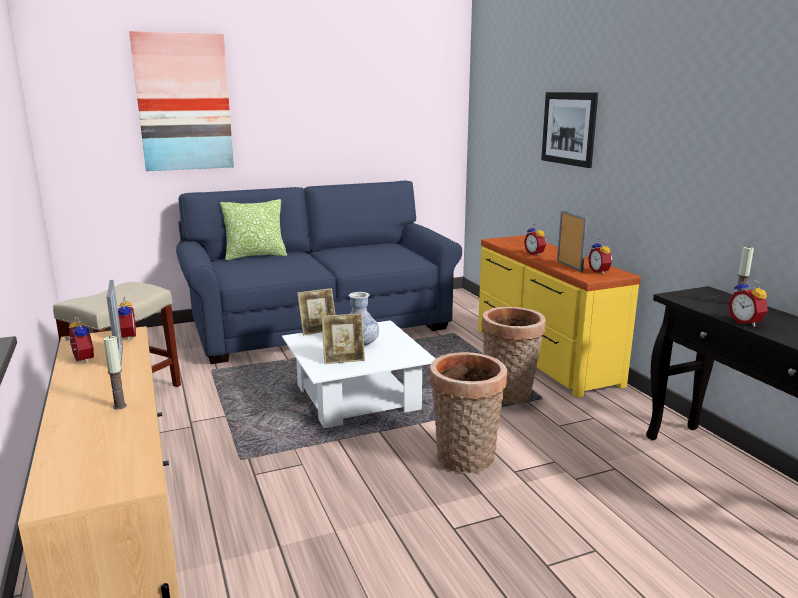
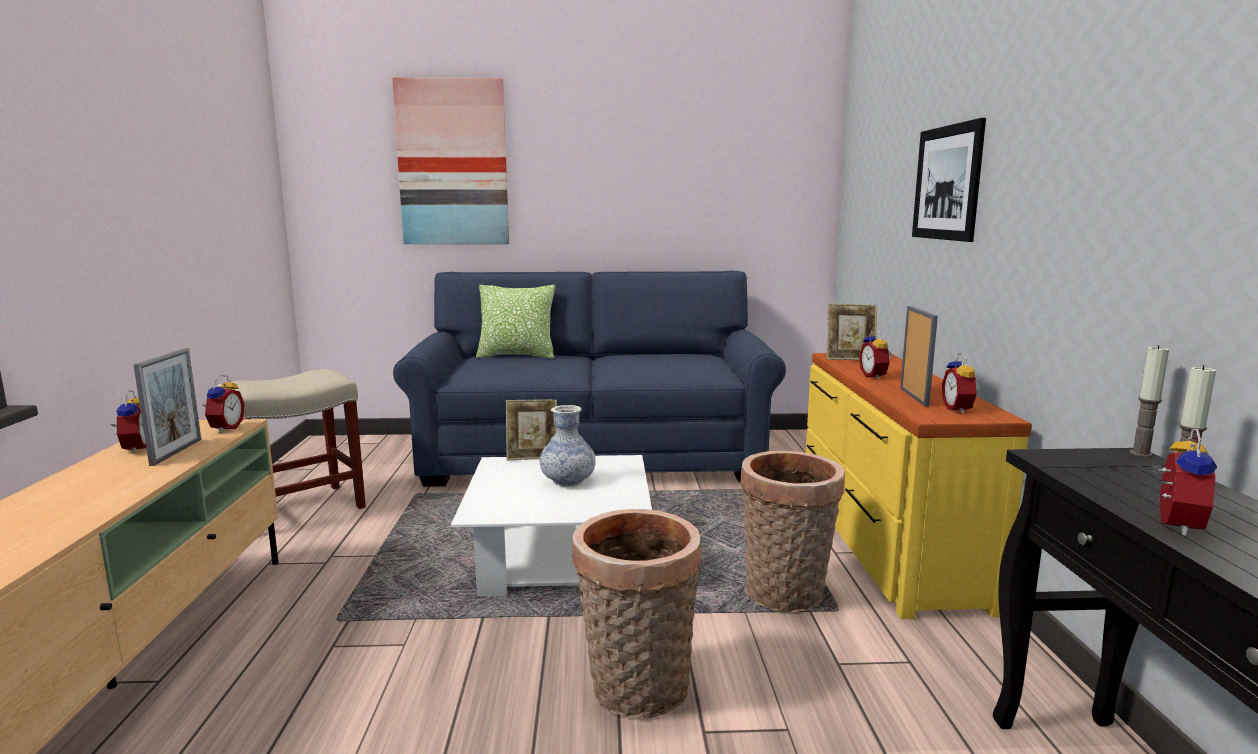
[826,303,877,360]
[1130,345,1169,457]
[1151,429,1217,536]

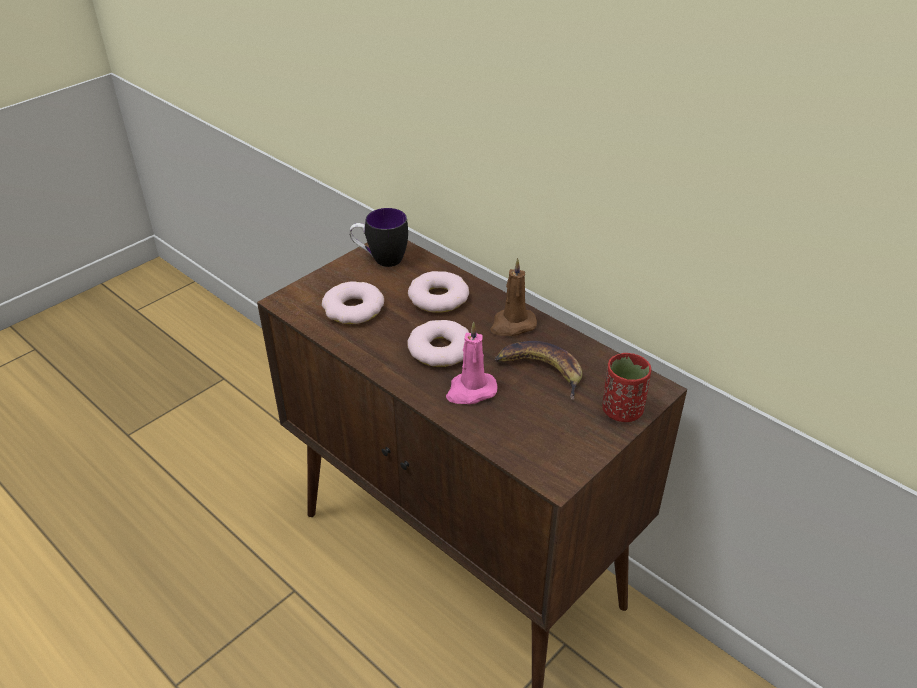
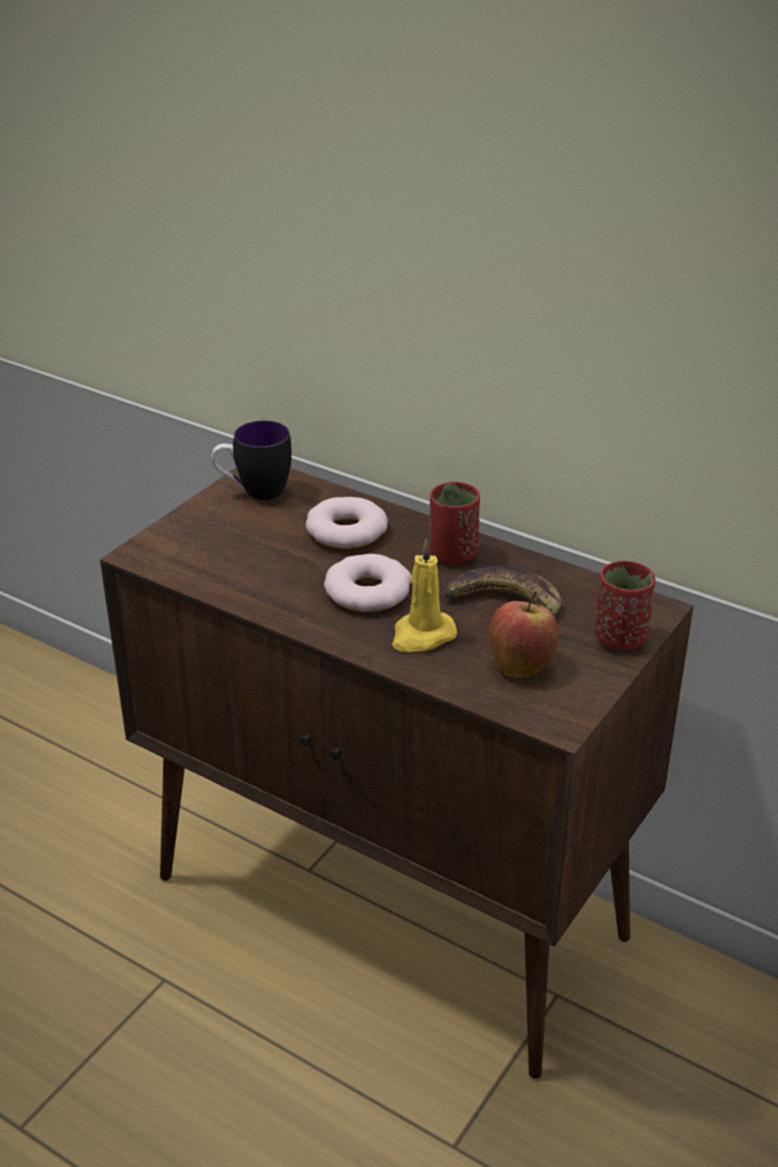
[392,538,457,652]
[429,482,480,564]
[489,592,559,678]
[322,282,384,324] (first image)

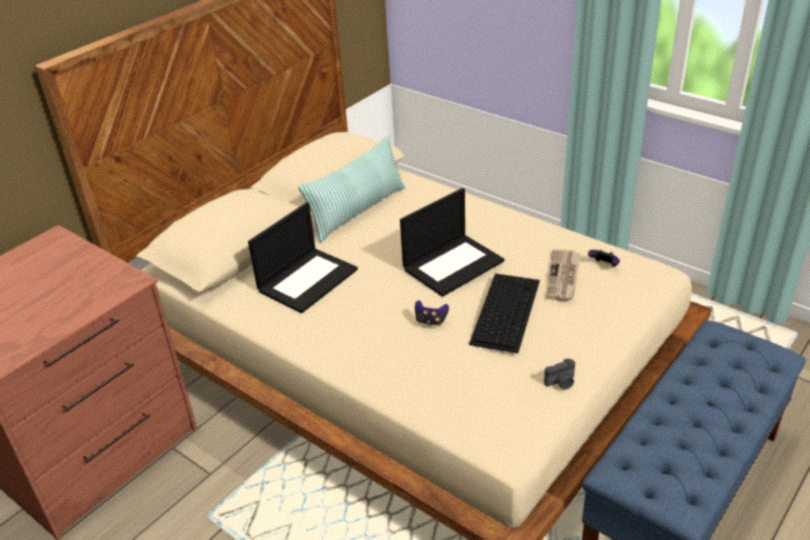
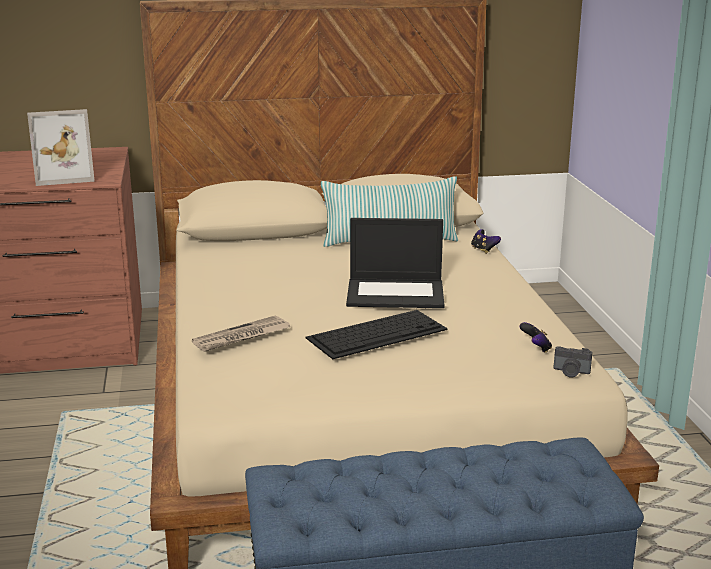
[27,109,95,186]
[192,315,290,352]
[471,229,501,254]
[554,347,592,377]
[248,202,358,313] (first image)

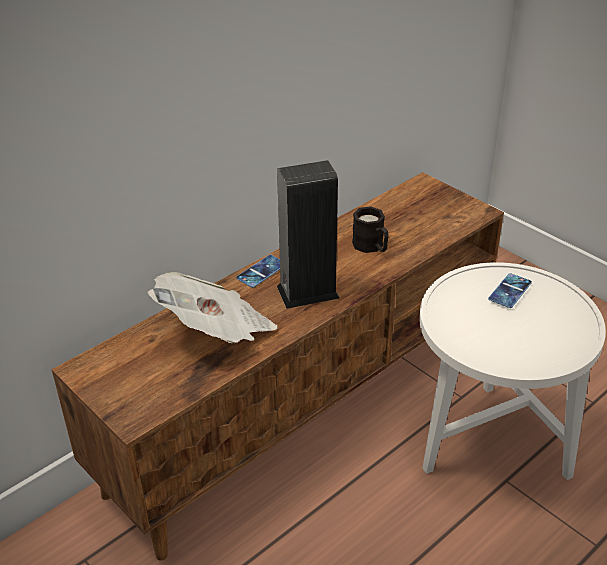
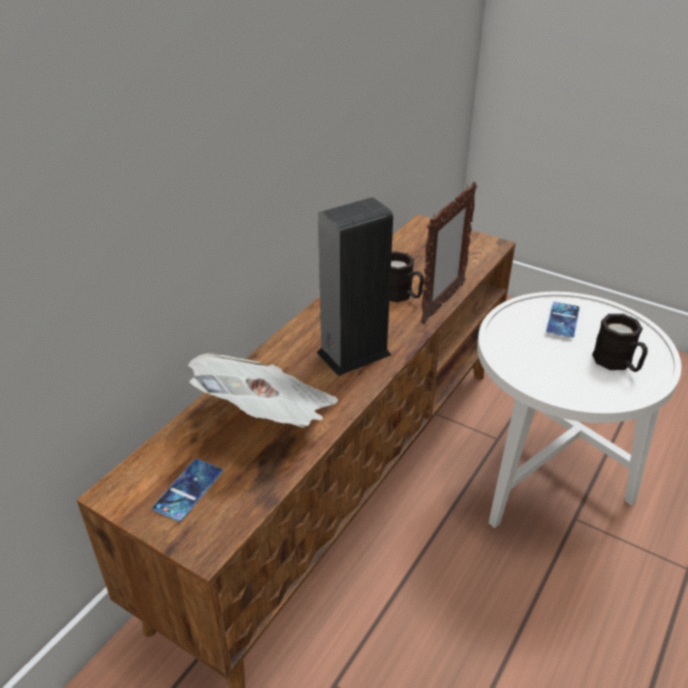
[152,459,223,522]
[421,182,477,324]
[592,314,648,372]

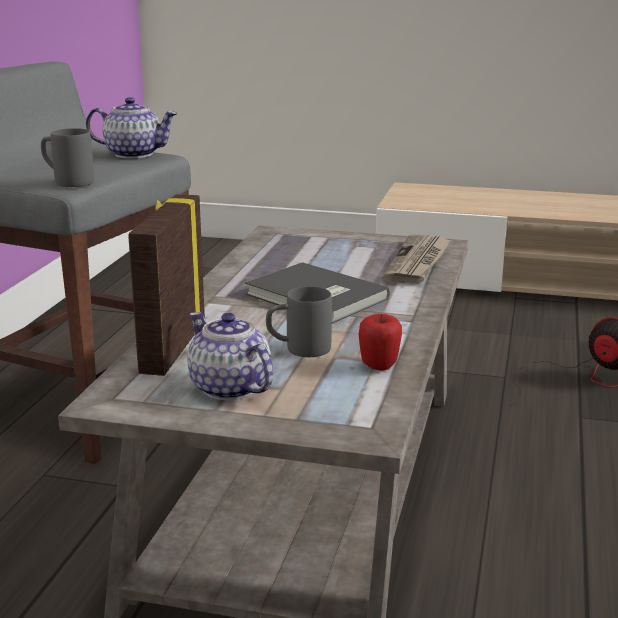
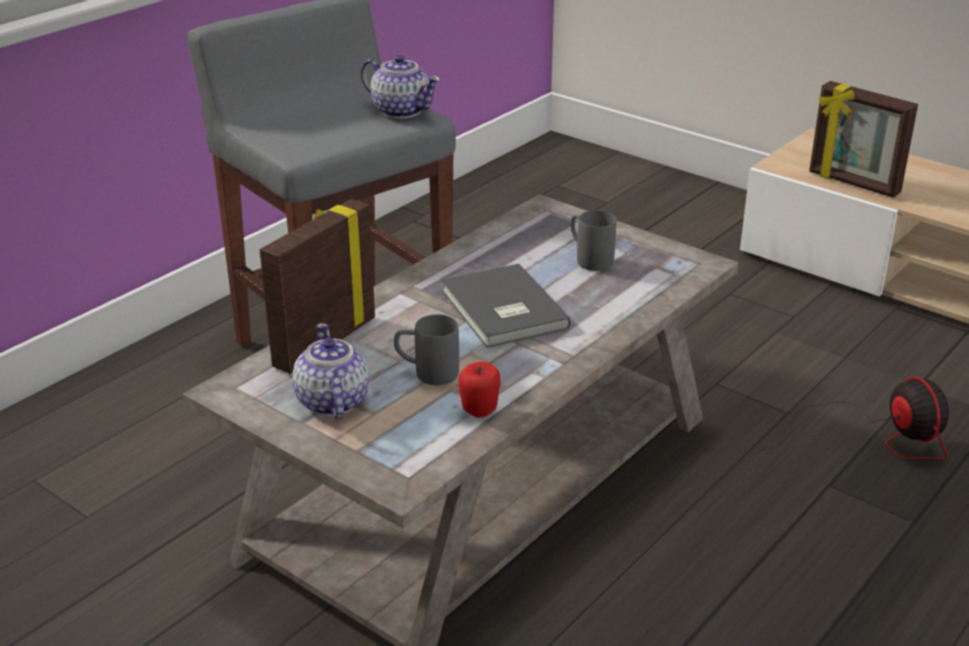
[570,210,616,271]
[809,81,918,198]
[382,234,452,284] (first image)

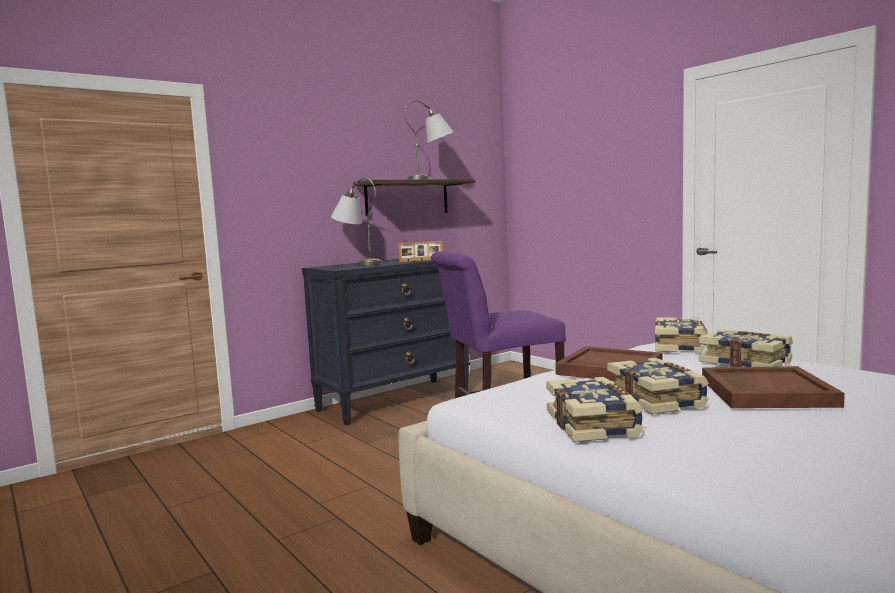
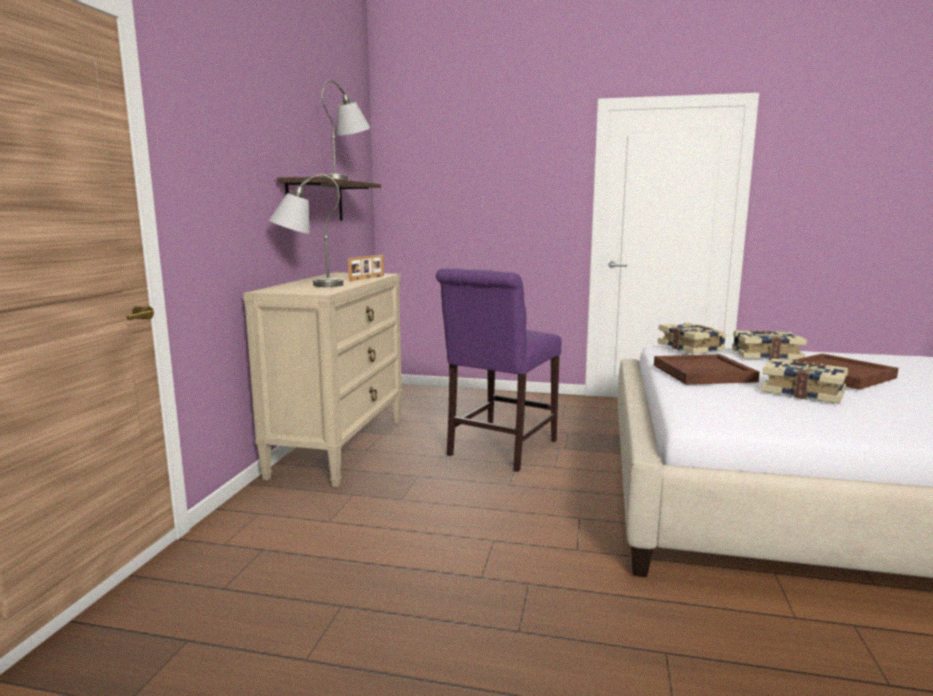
[243,272,403,487]
[546,377,644,442] (first image)

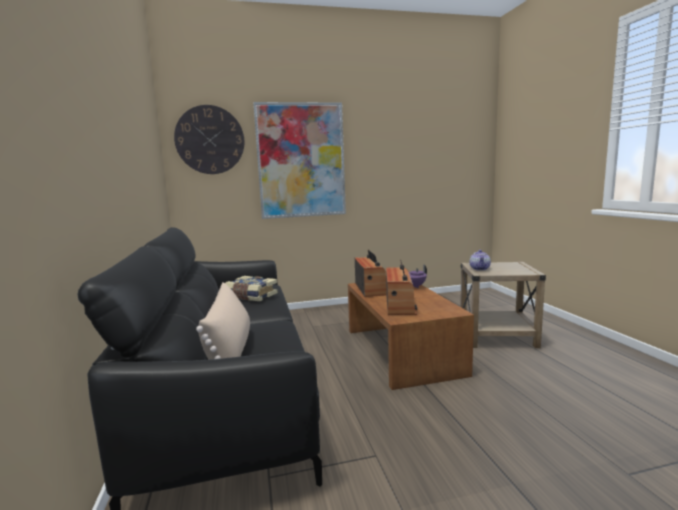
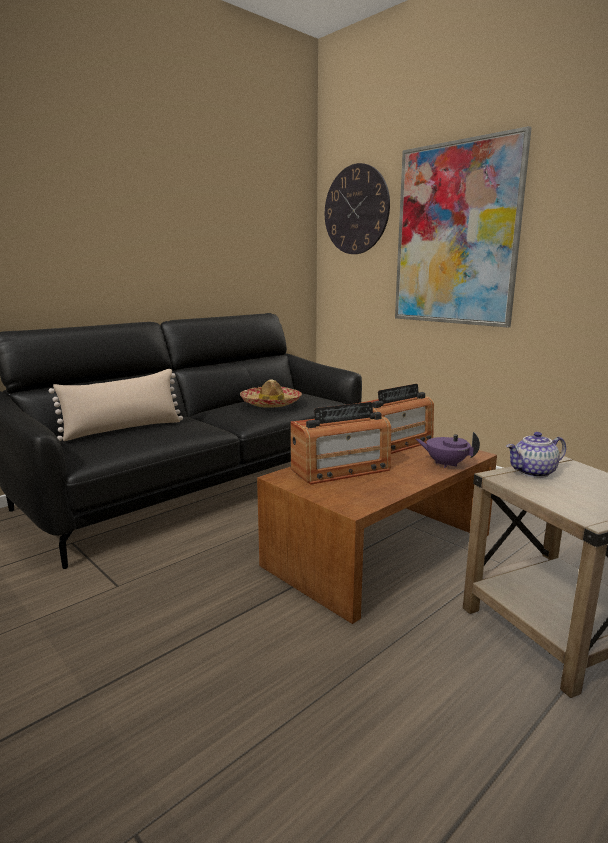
[240,379,302,408]

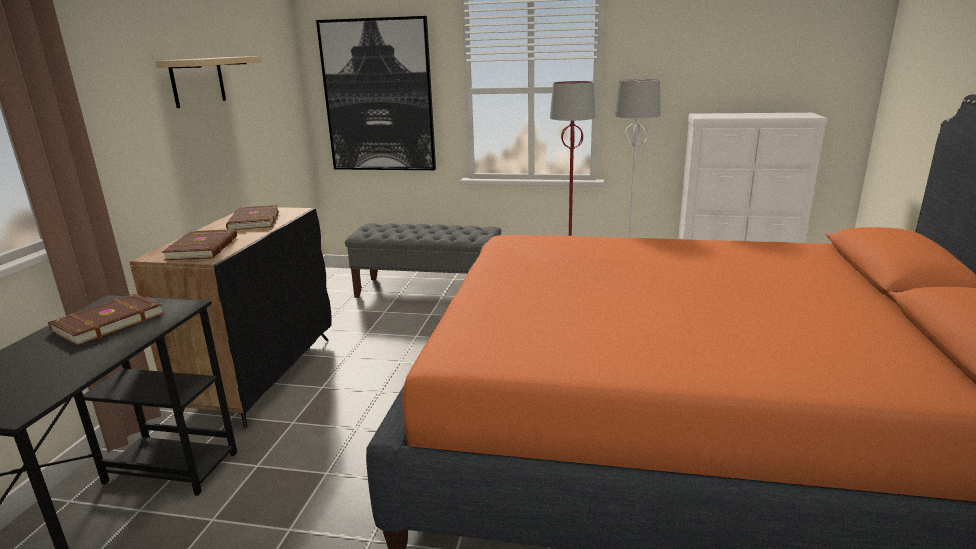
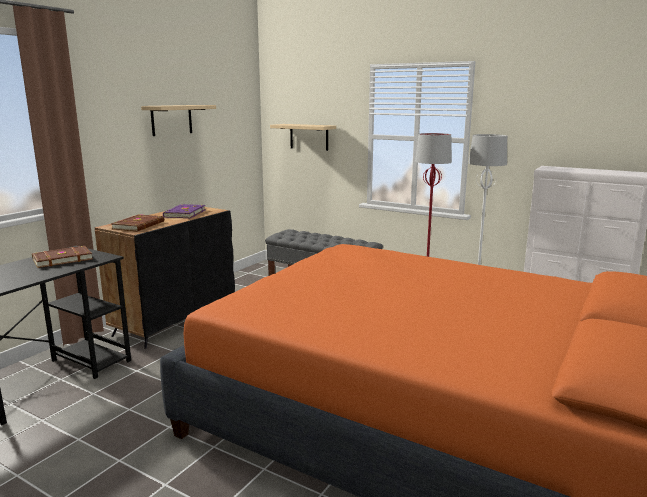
[163,204,205,218]
[270,124,336,151]

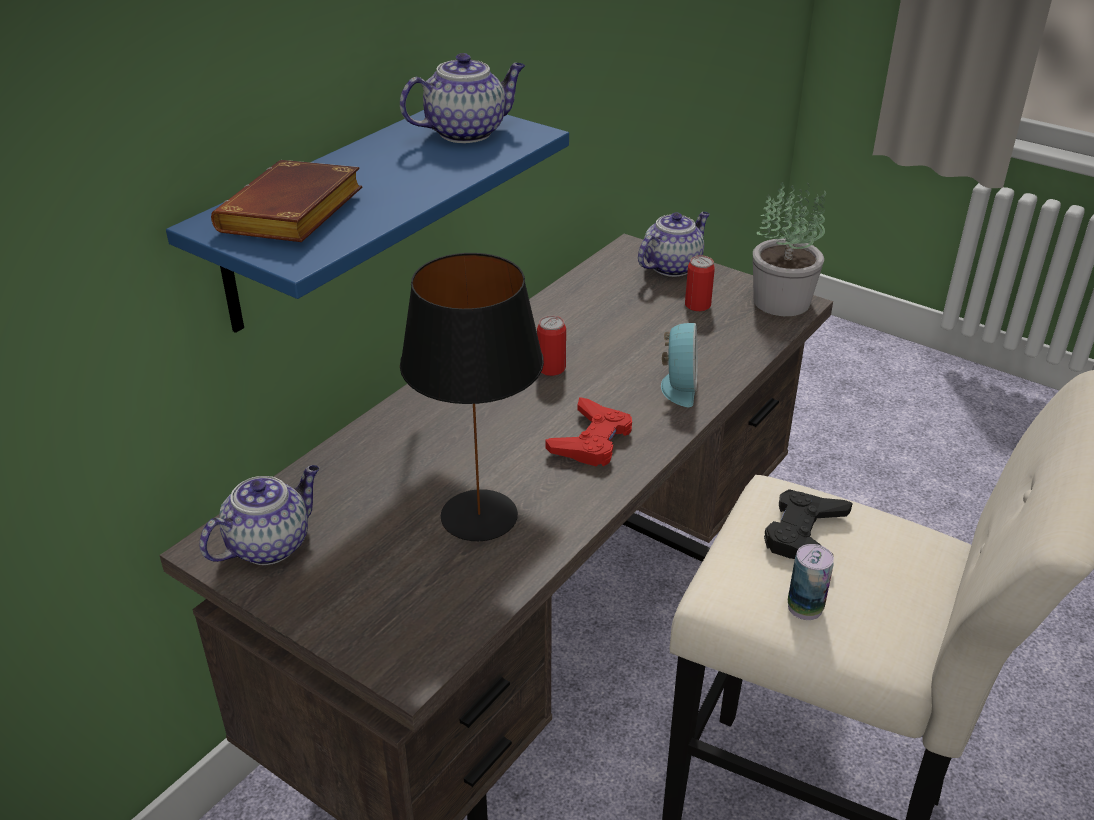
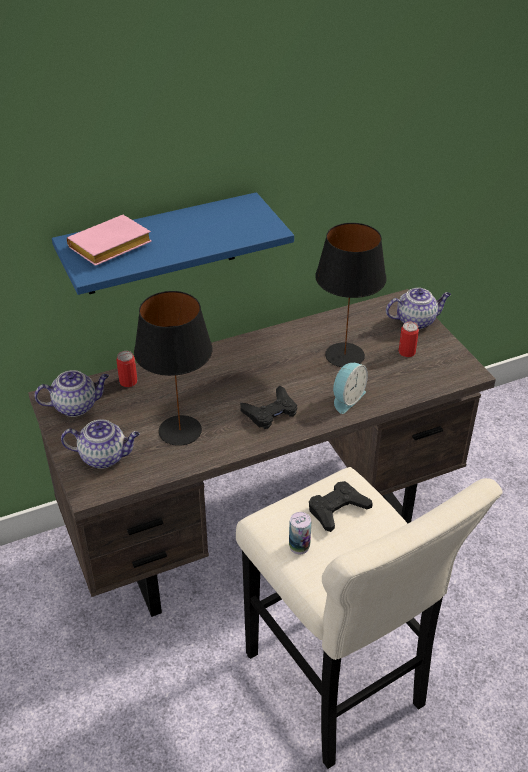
[61,419,140,469]
[67,215,152,266]
[116,351,137,387]
[240,385,297,429]
[315,223,387,367]
[753,182,826,316] (first image)

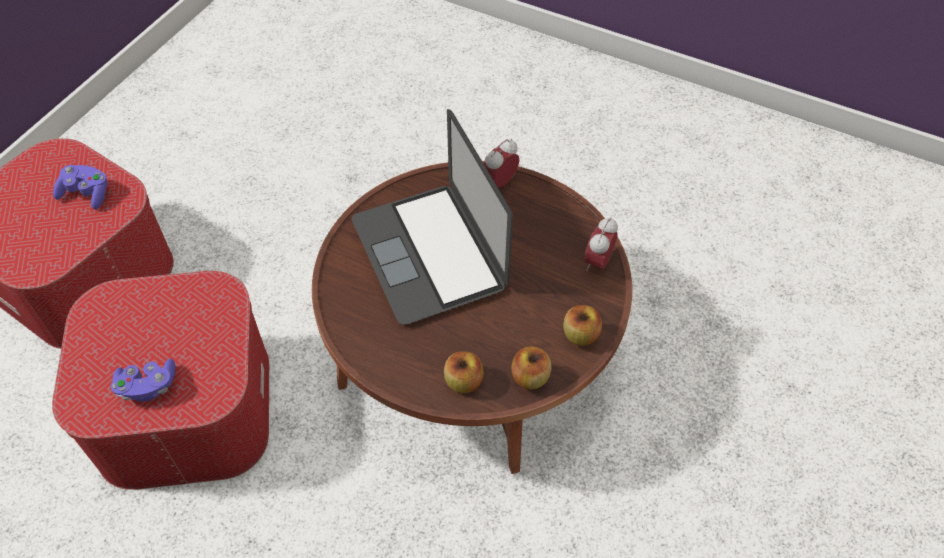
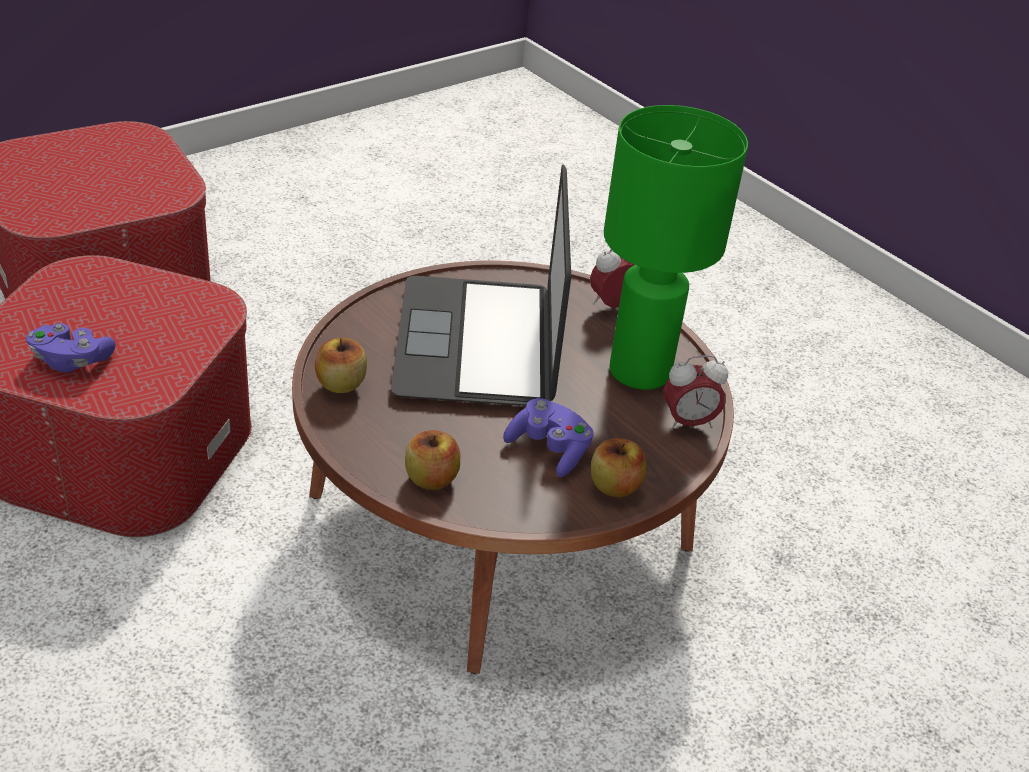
[315,338,367,393]
[503,398,594,477]
[604,105,748,390]
[663,355,728,431]

